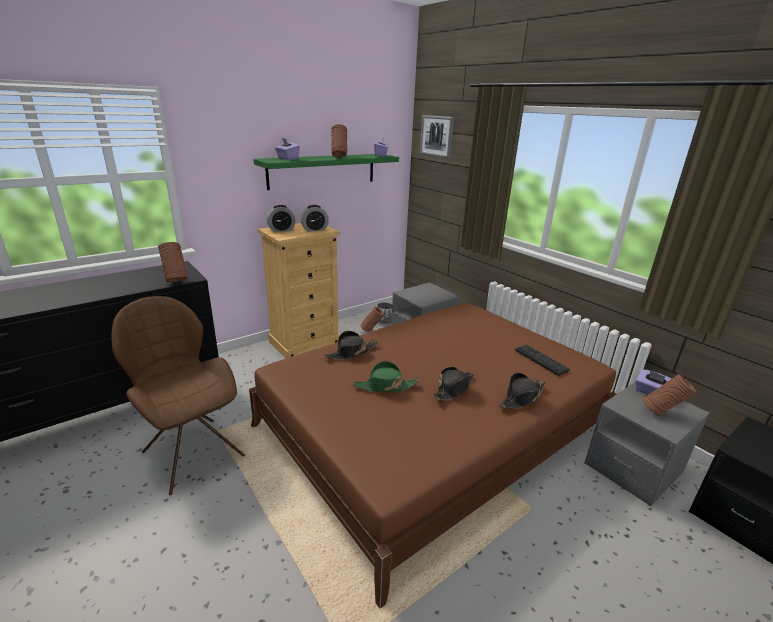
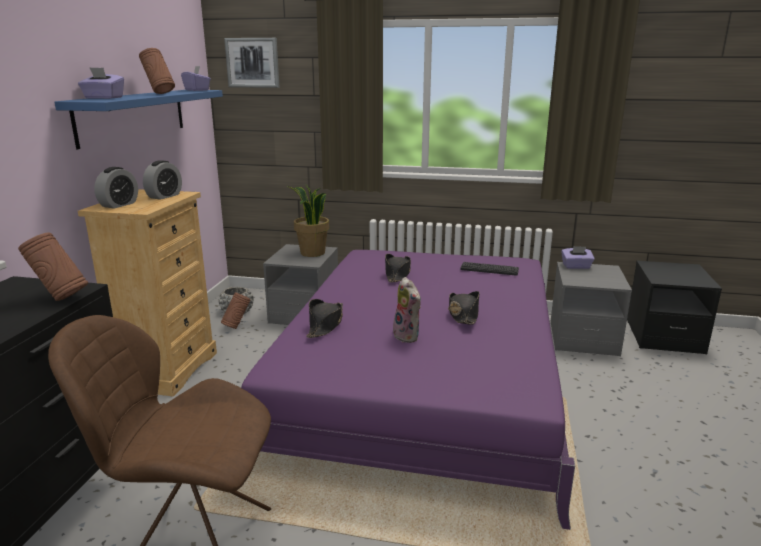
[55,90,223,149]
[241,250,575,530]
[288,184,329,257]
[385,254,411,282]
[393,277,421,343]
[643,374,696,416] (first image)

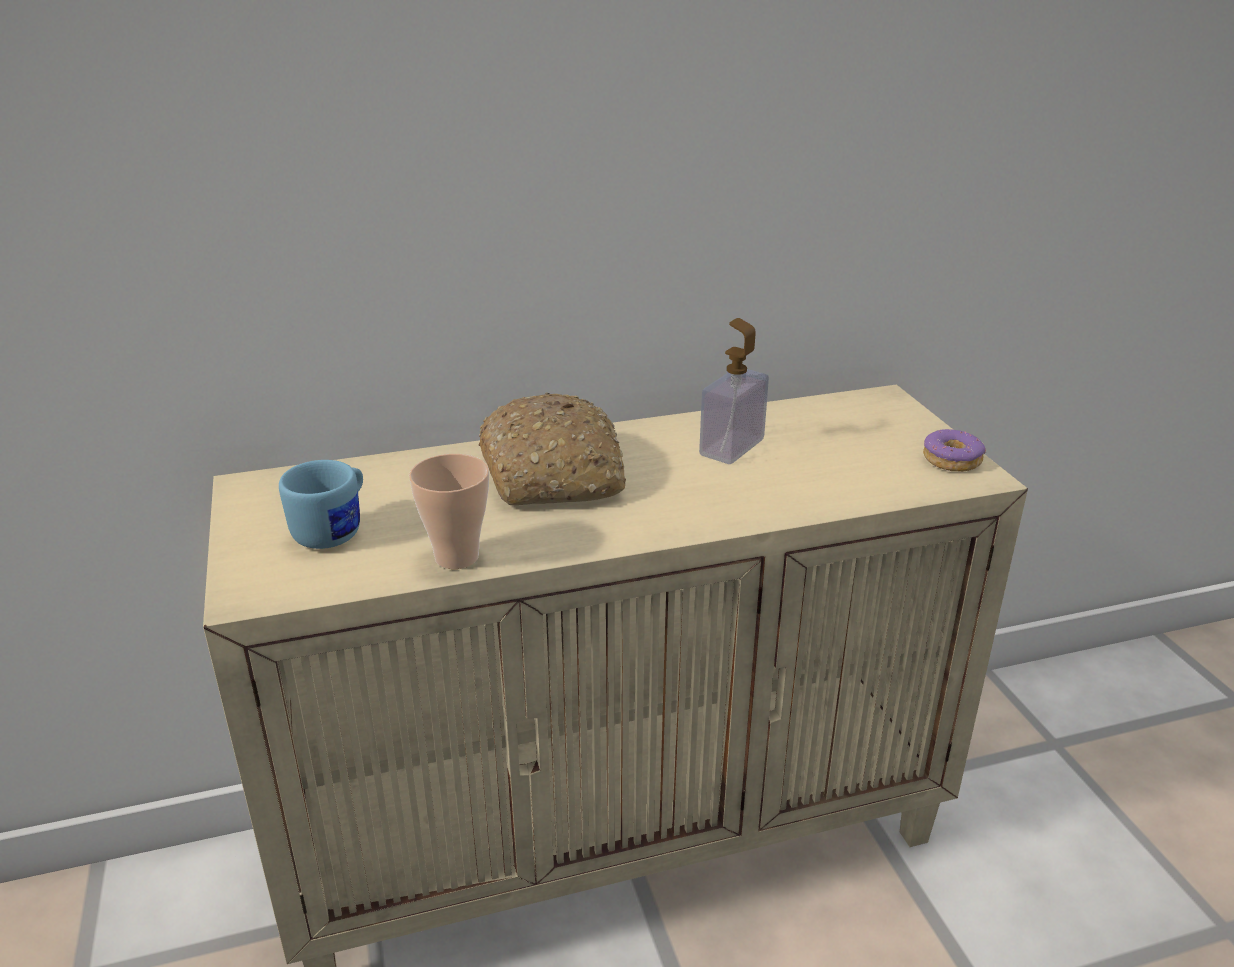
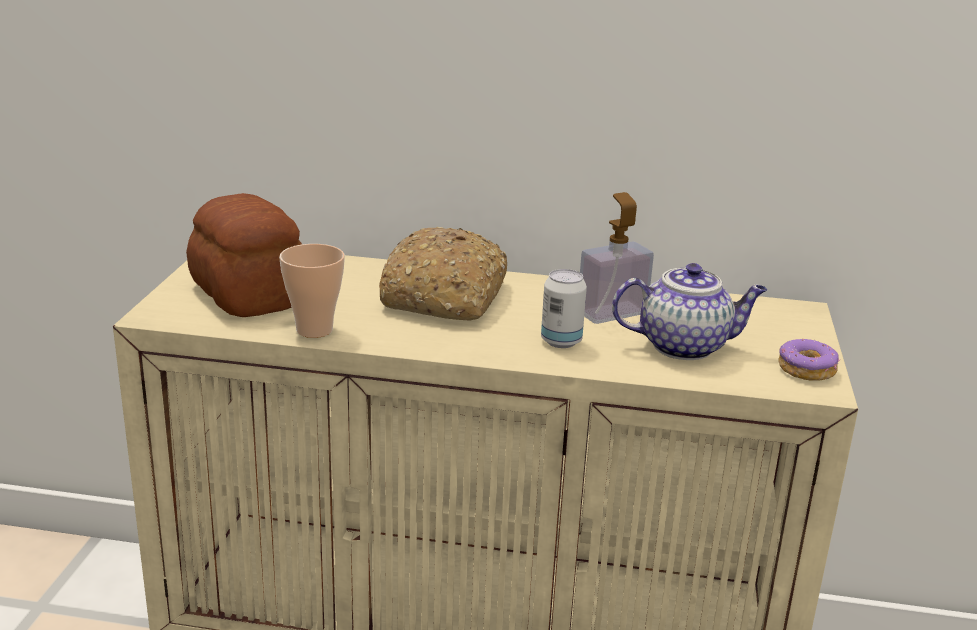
[186,193,302,317]
[541,269,587,348]
[612,263,767,360]

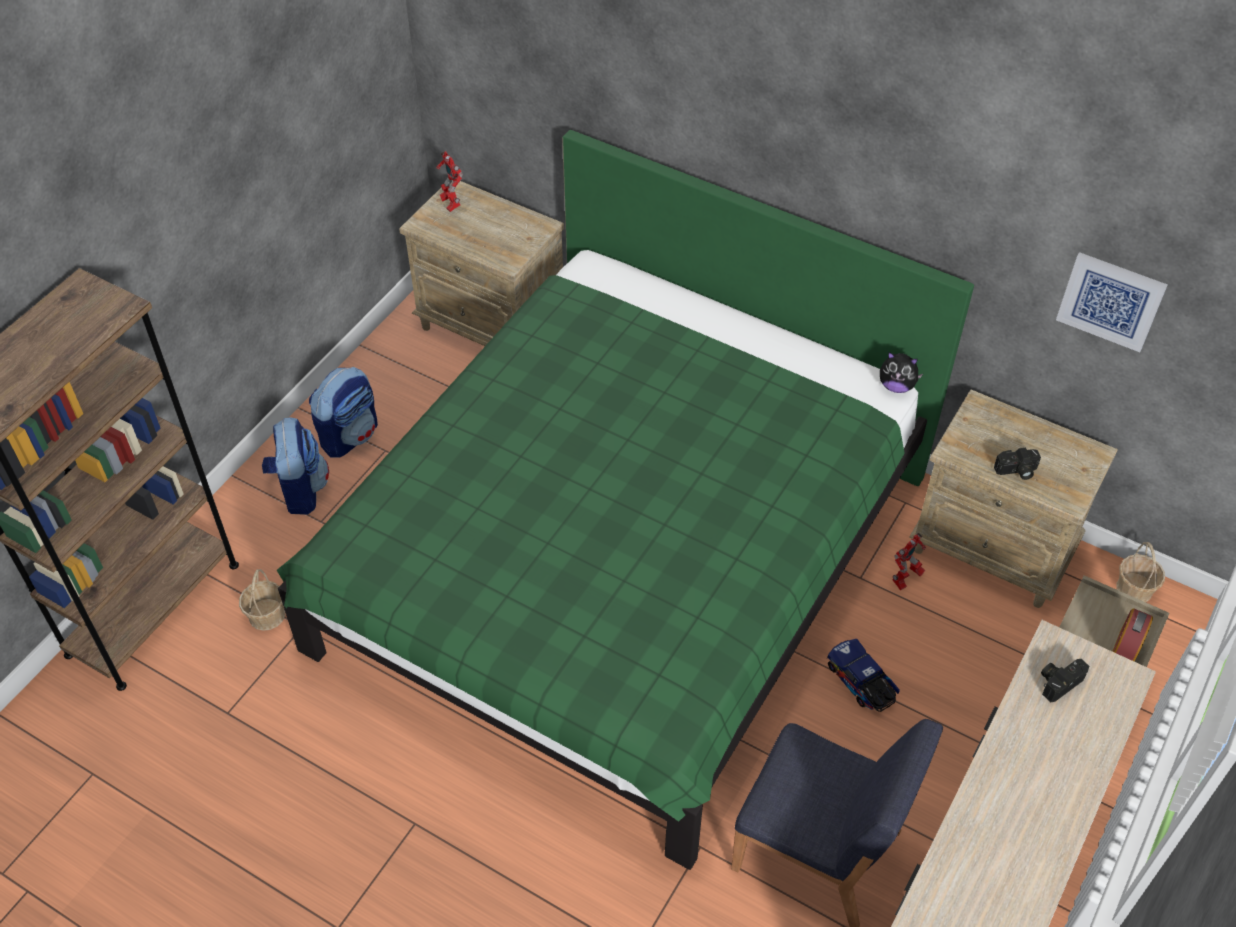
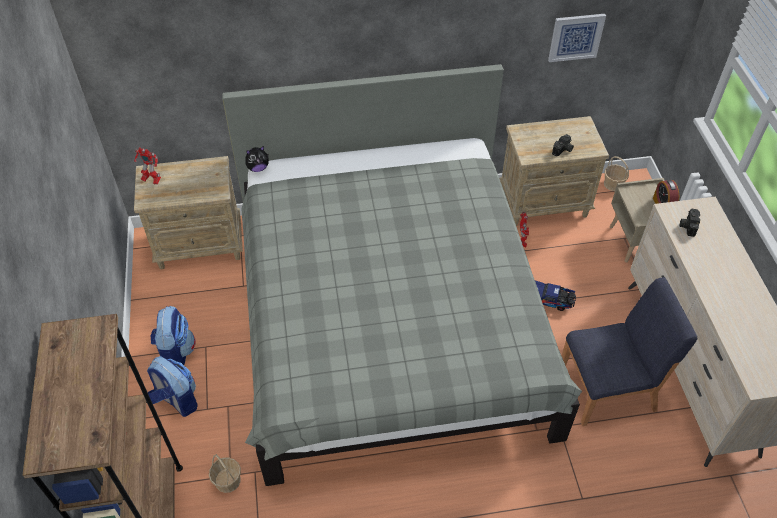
[222,64,582,486]
[245,146,269,172]

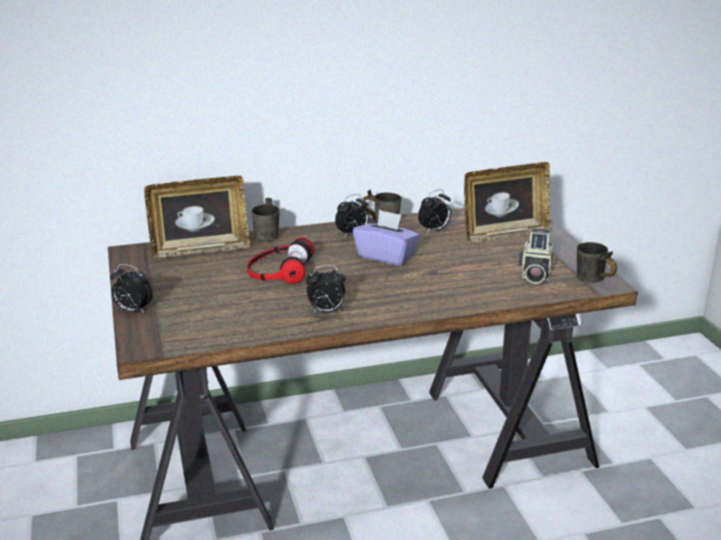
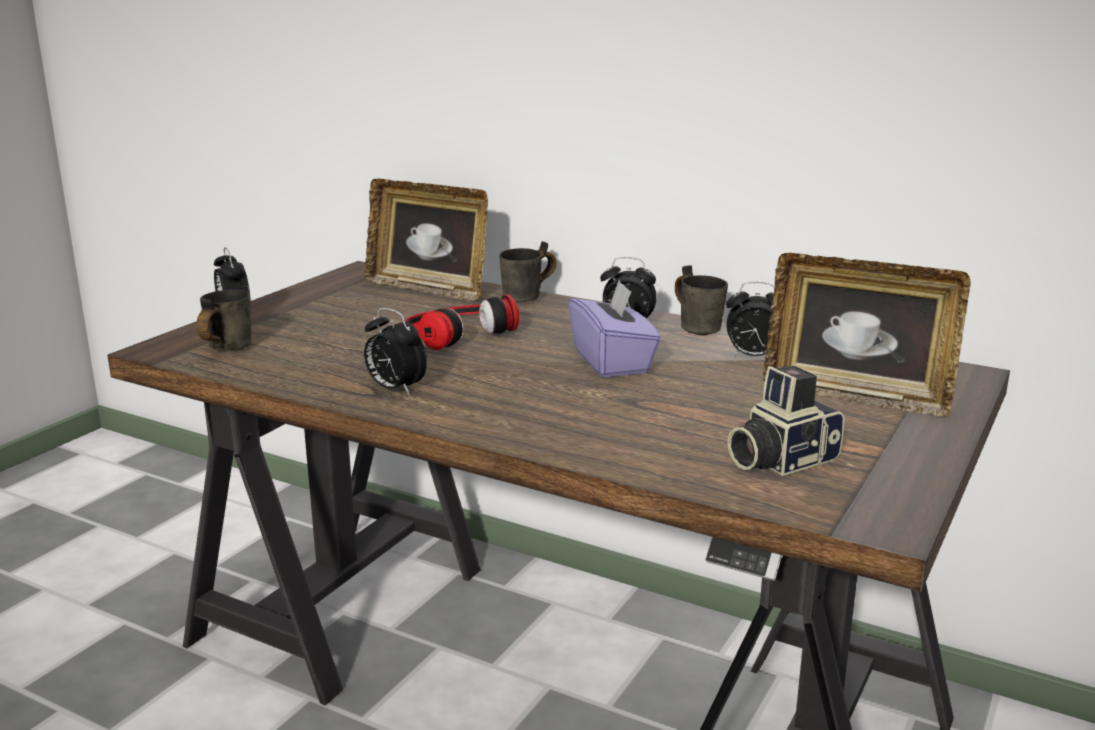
[196,290,252,350]

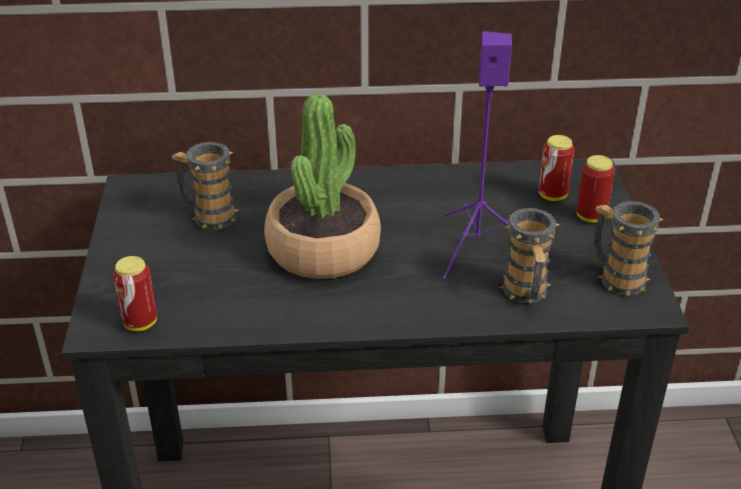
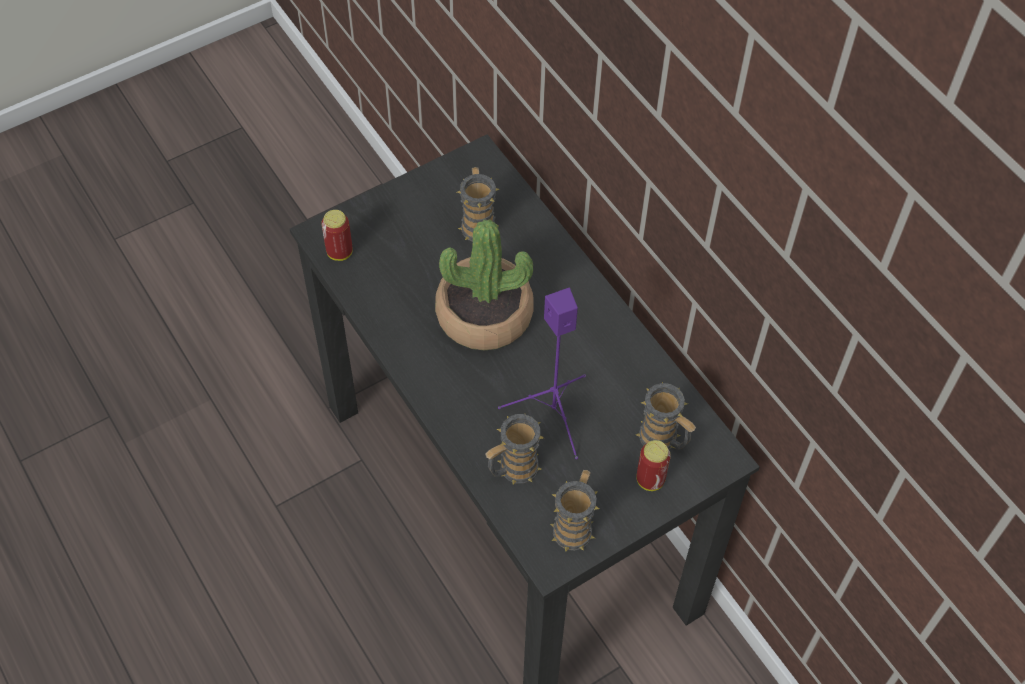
[636,382,696,450]

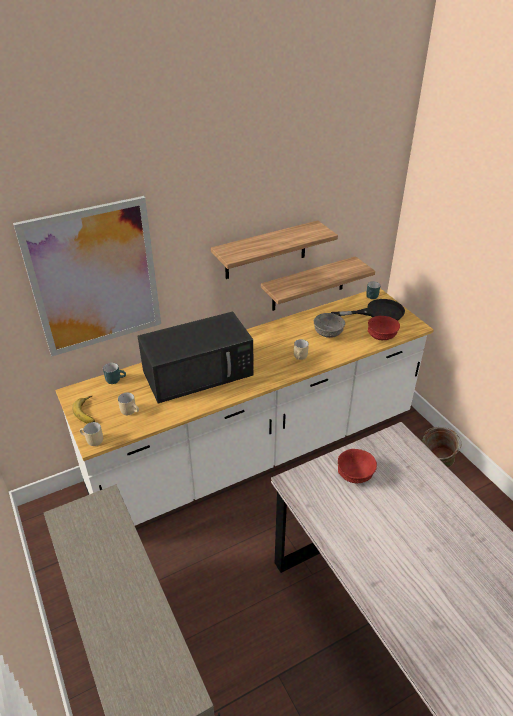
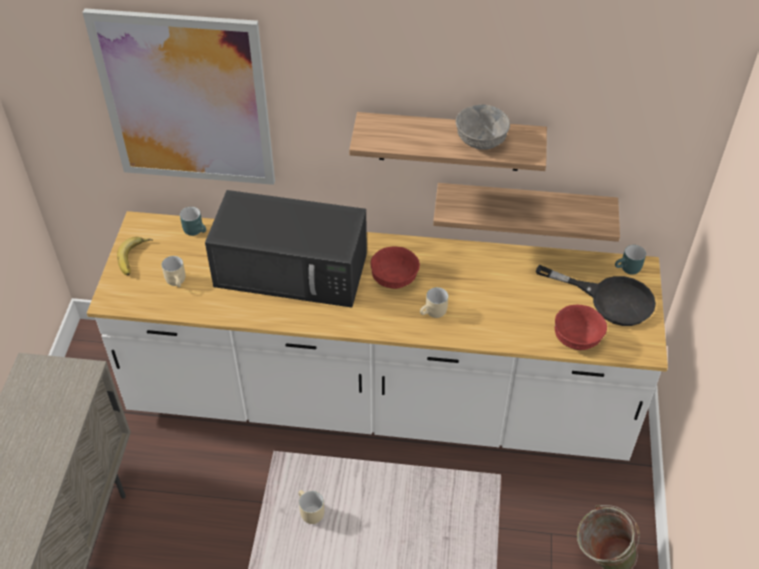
[298,490,324,524]
[370,247,420,289]
[456,104,510,150]

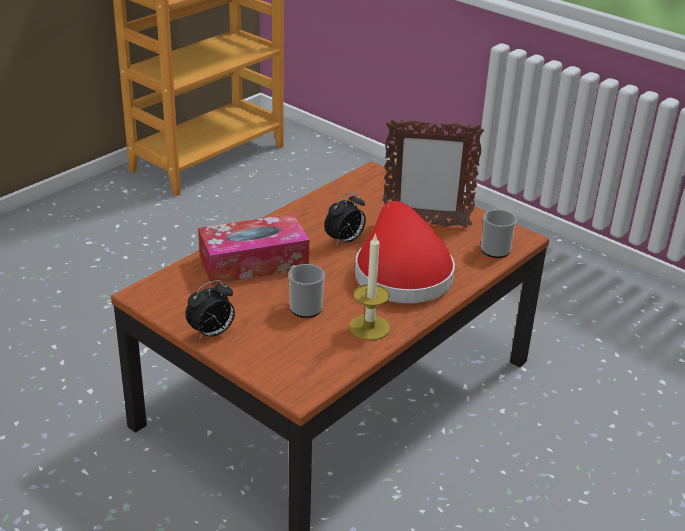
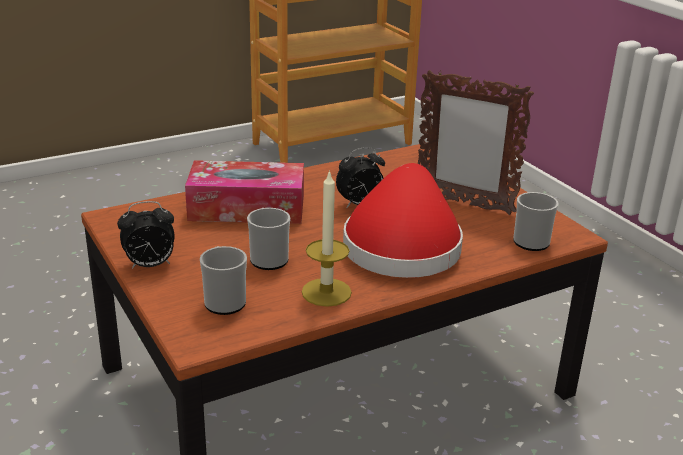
[200,246,247,315]

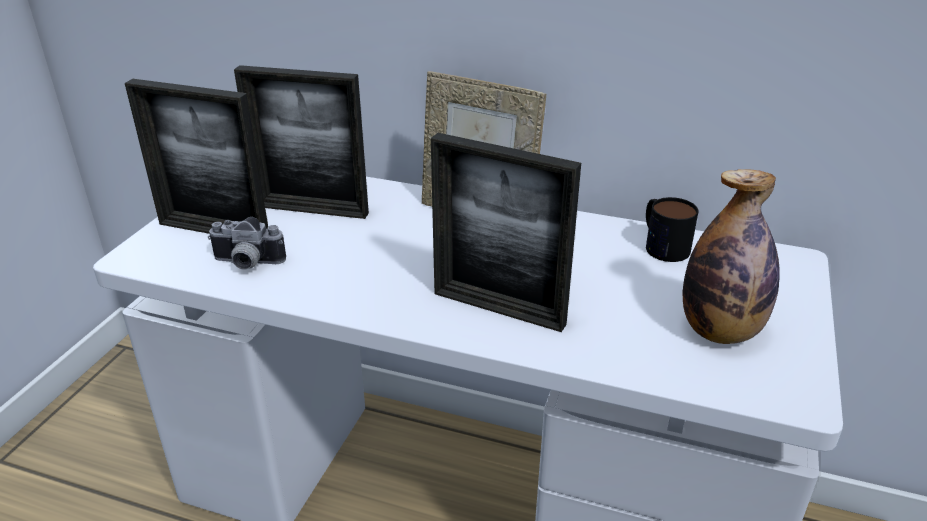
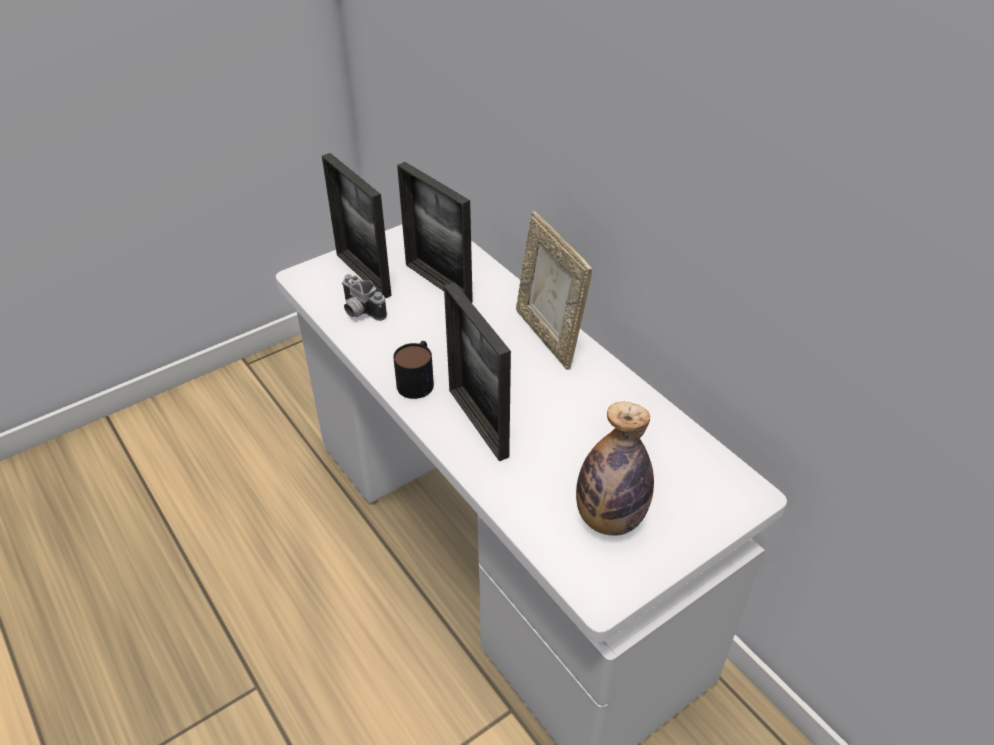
[393,341,434,399]

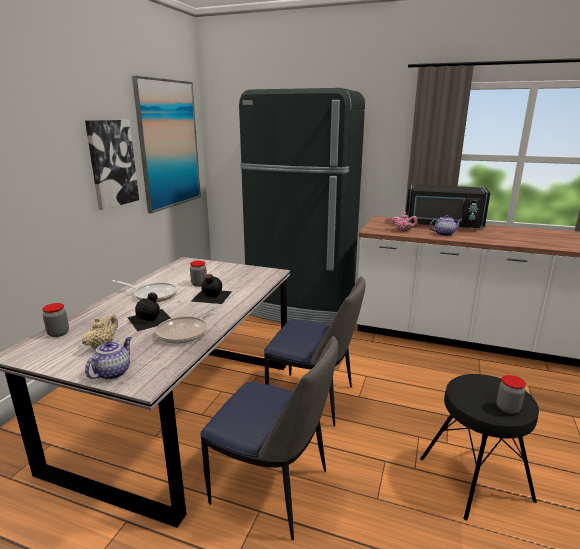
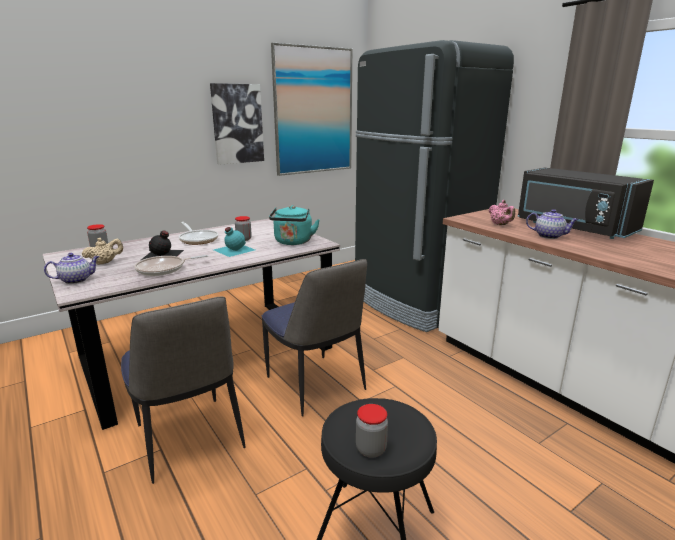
[214,227,255,257]
[269,205,319,245]

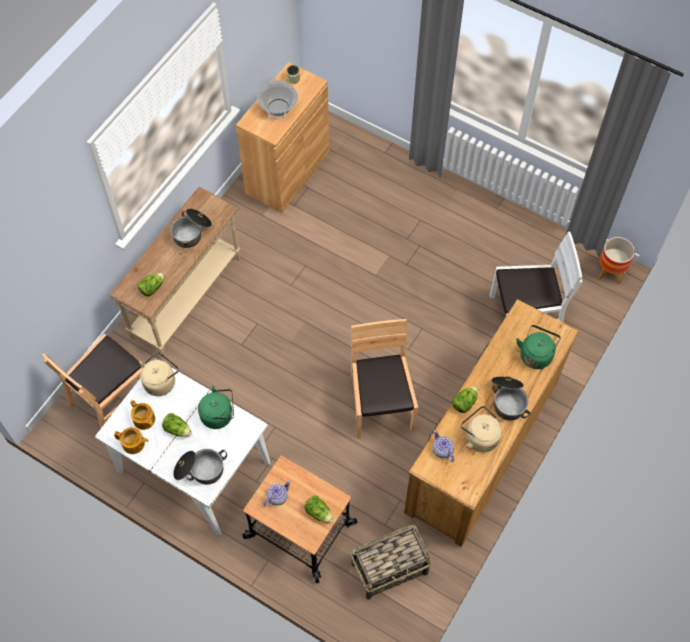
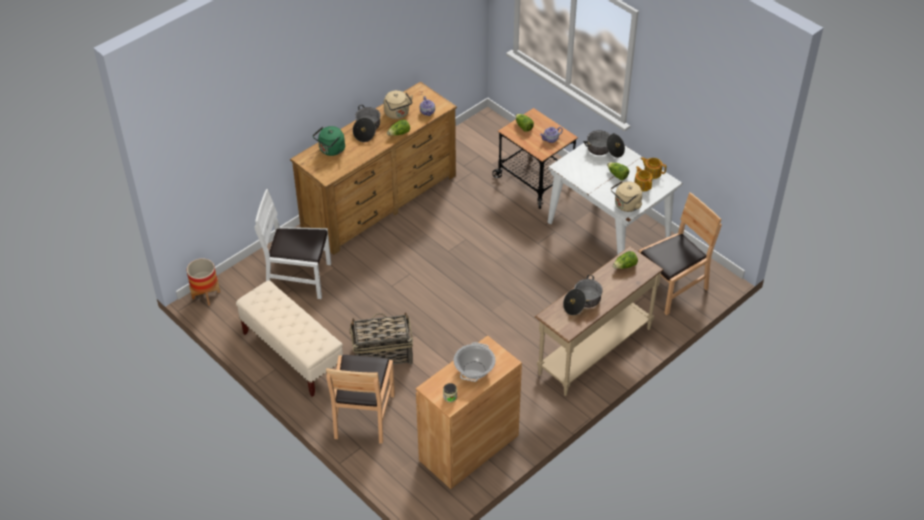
[236,280,343,397]
[326,355,395,444]
[350,312,413,365]
[198,386,234,429] (first image)

